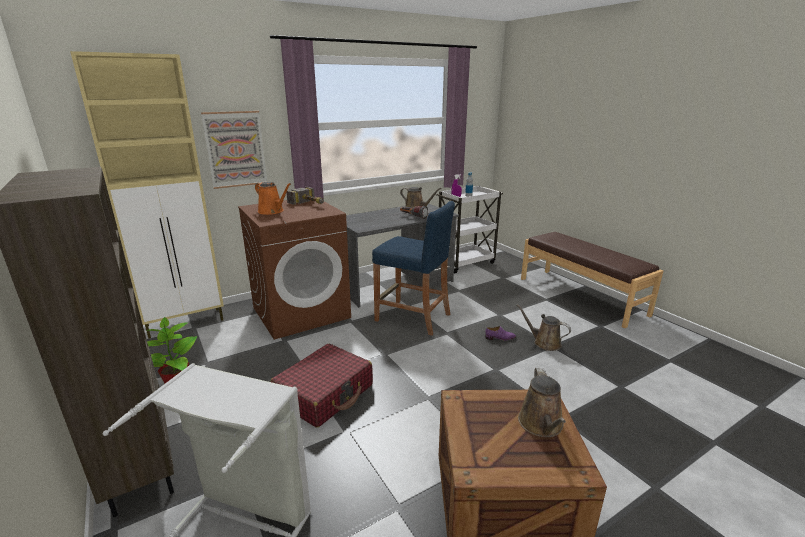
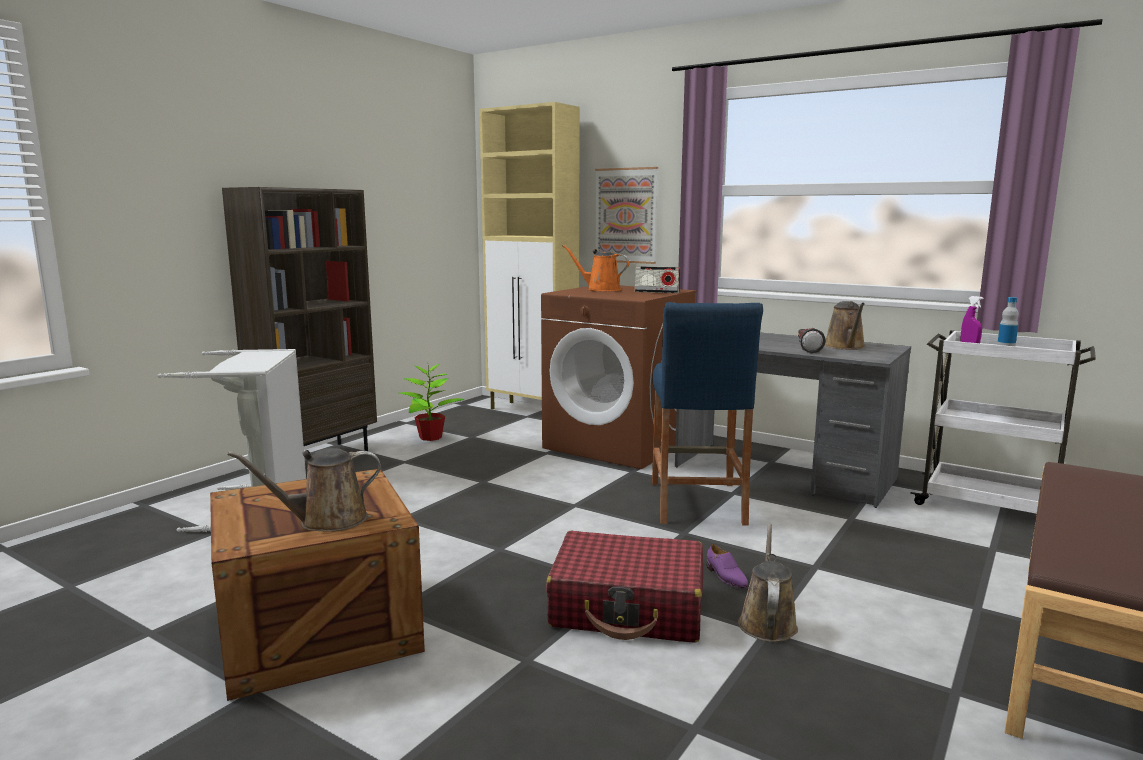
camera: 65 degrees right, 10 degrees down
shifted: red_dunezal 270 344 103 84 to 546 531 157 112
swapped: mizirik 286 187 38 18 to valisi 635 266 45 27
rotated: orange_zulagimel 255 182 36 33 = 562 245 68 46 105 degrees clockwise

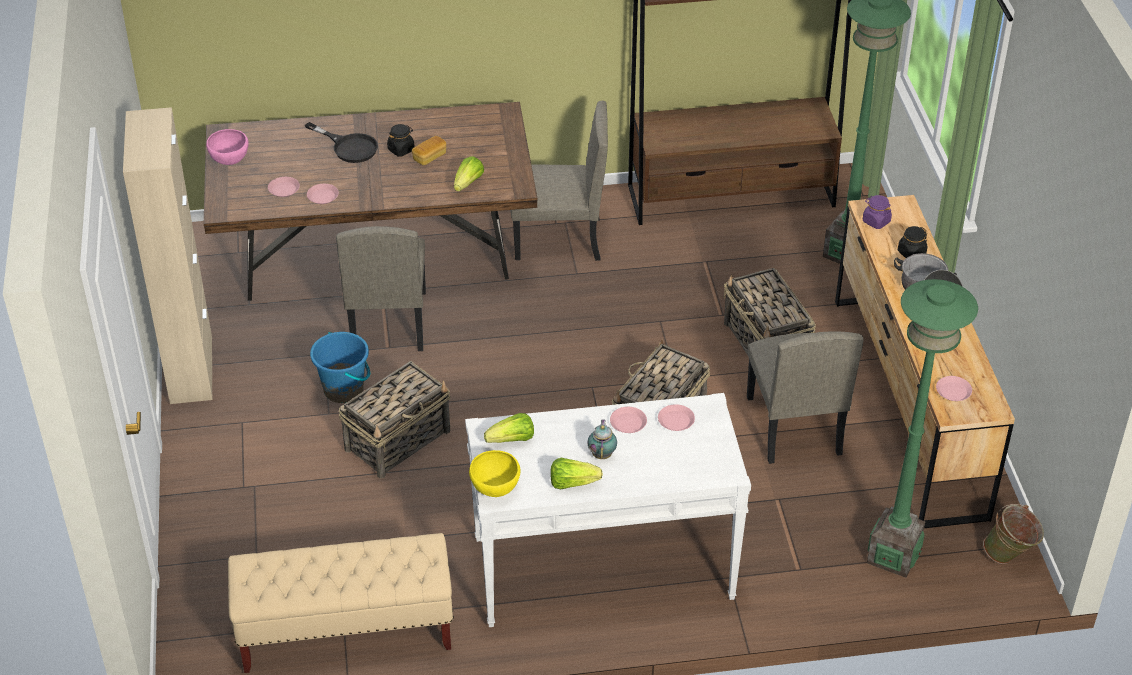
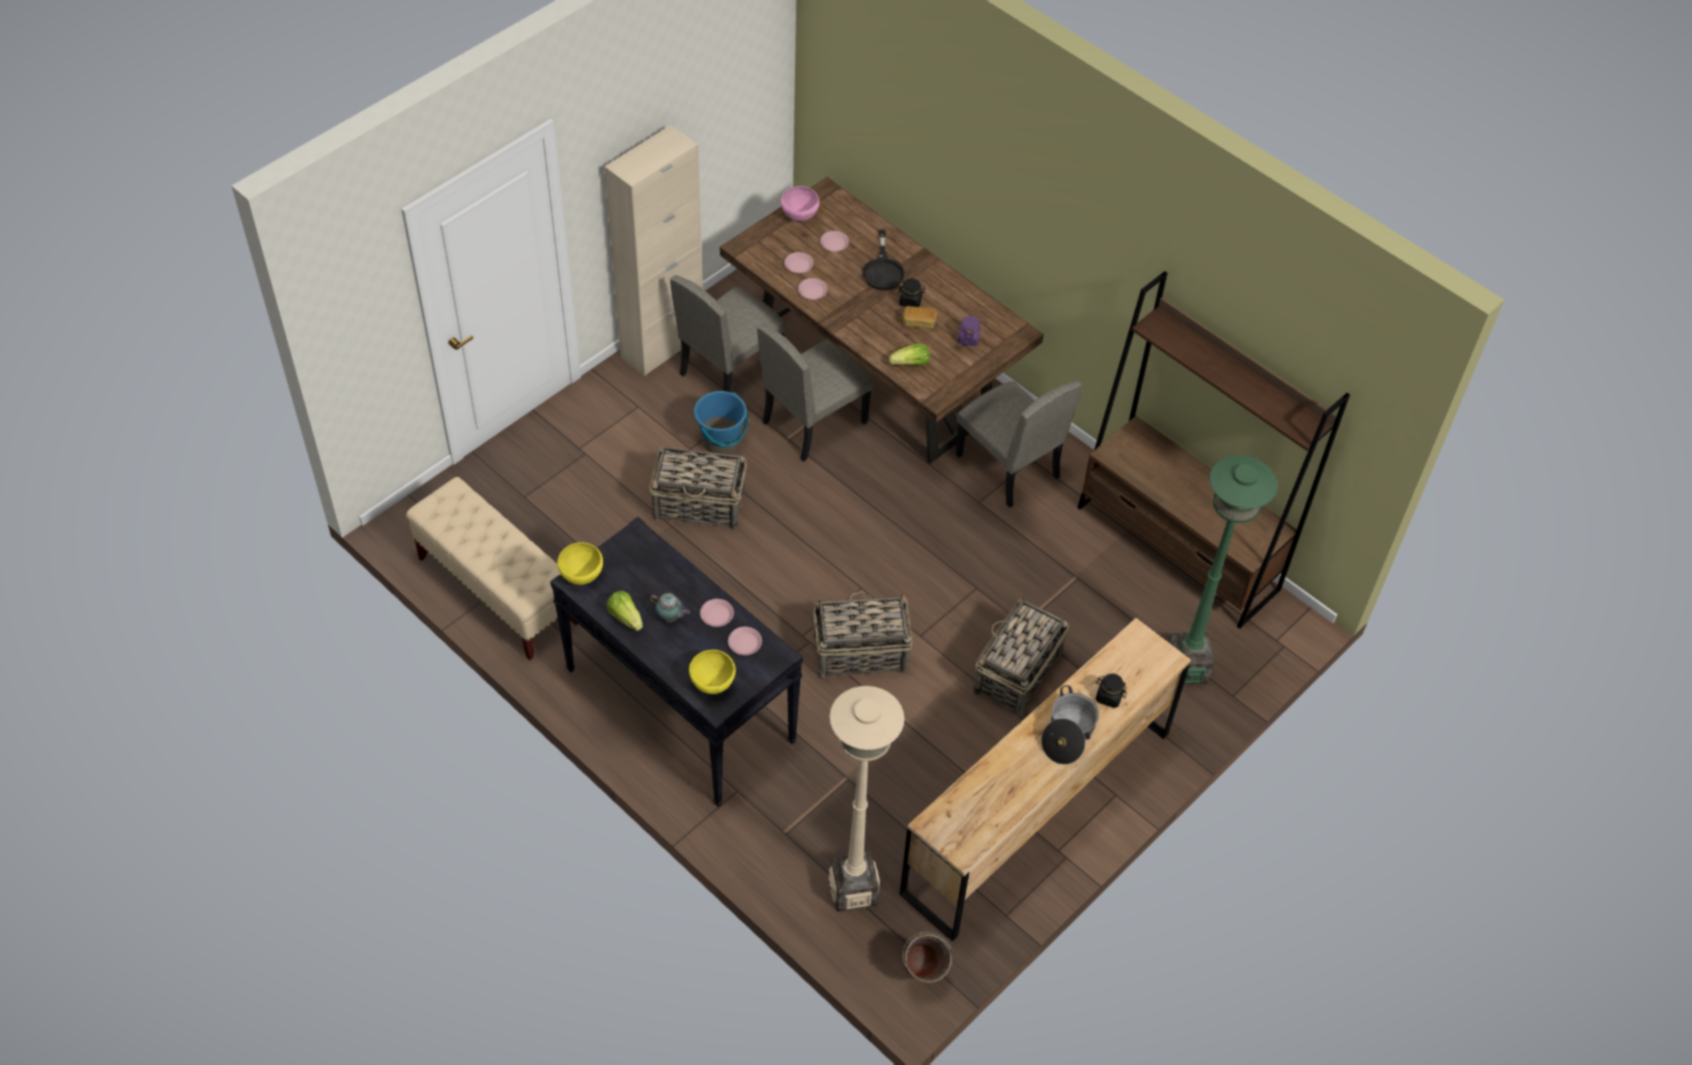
camera: 50 degrees right, 10 degrees up
gone: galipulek 484 413 50 30
new: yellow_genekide 689 650 47 44
shifted: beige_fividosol 747 331 117 133 to 670 275 116 117; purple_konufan 863 195 29 34 to 958 315 23 31; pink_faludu 936 376 36 25 to 820 231 29 21
repainted: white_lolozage 465 393 286 234 to black_lolozage 550 517 253 290; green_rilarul 867 279 111 299 to beige_rilarul 829 686 76 226
rotated: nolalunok 587 419 30 40 = 650 593 40 29 60 degrees clockwise

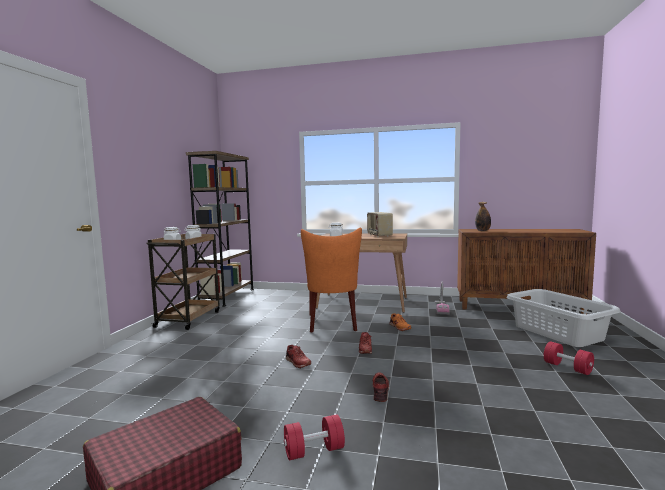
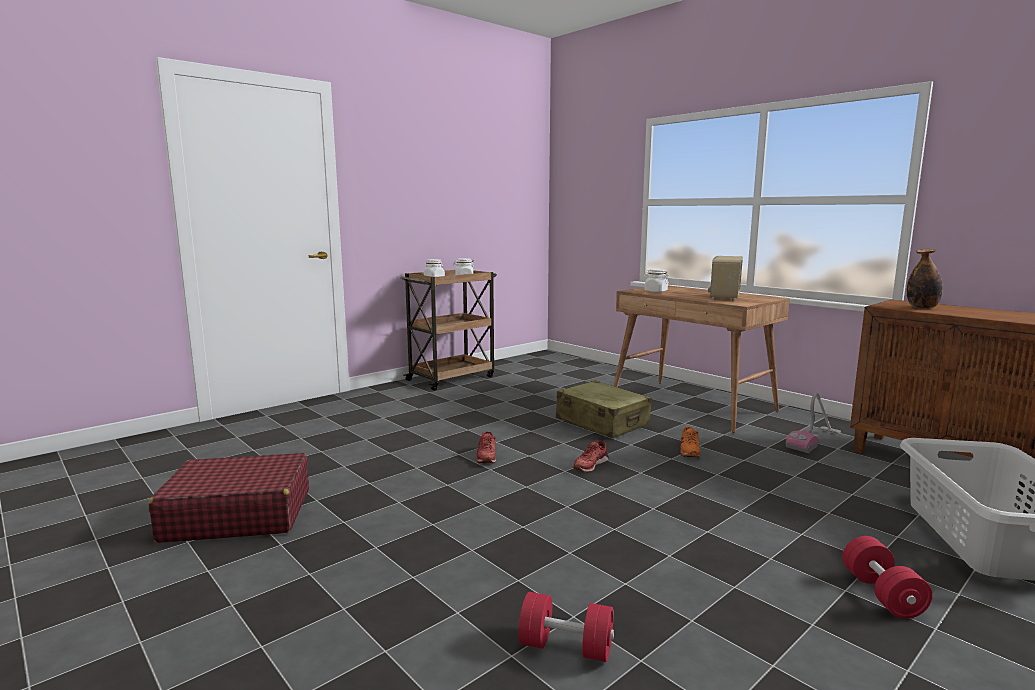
camera: 35 degrees right, 5 degrees up
gone: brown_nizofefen 186 151 68 156; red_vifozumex 372 372 17 30
shifted: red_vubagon 284 414 61 46 to 518 592 96 70
swapped: orange_fividosol 301 228 61 104 to beige_dunezal 556 380 96 58

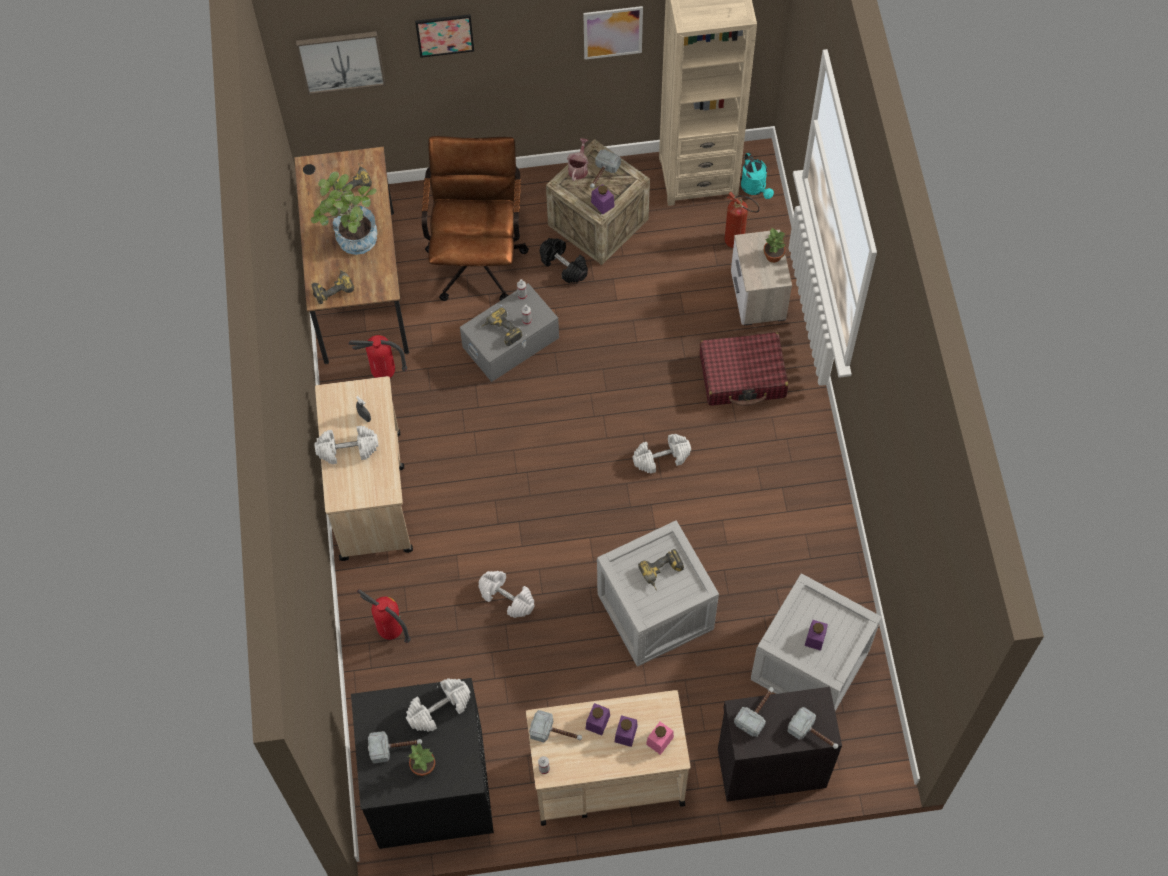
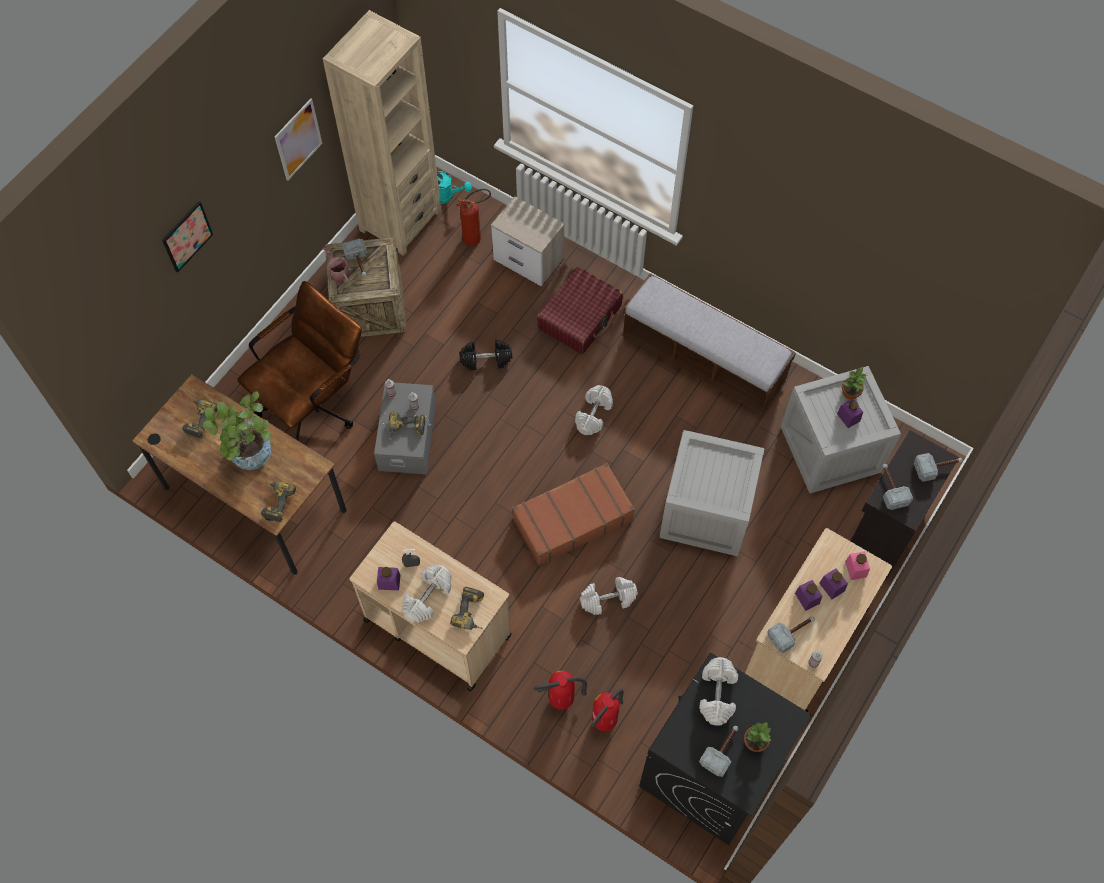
camera: 50 degrees left, 0 degrees up
gone: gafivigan 296 31 90 64
new: brown_dunezal 512 463 123 103; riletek 622 273 174 142
shifted: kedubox 348 335 59 43 to 590 689 34 42; black_vubagon 539 238 49 45 to 459 340 53 31; purple_konufan 591 184 24 30 to 377 567 24 23; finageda 638 549 46 42 to 450 587 34 43; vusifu 763 227 23 36 to 842 368 25 32
rotated: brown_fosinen 422 136 107 165 = 237 281 125 159 90 degrees clockwise

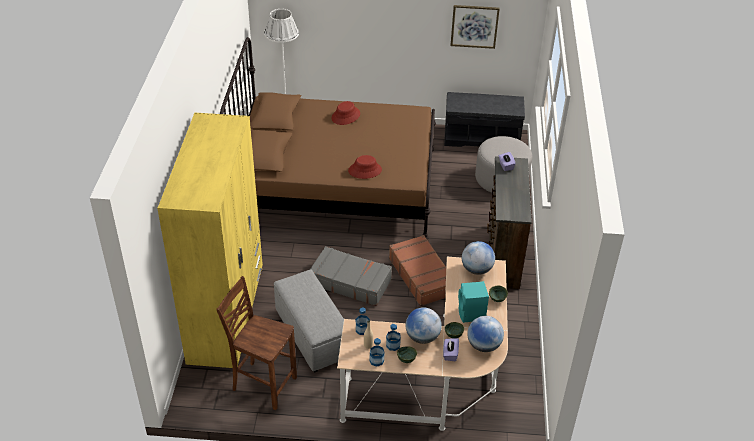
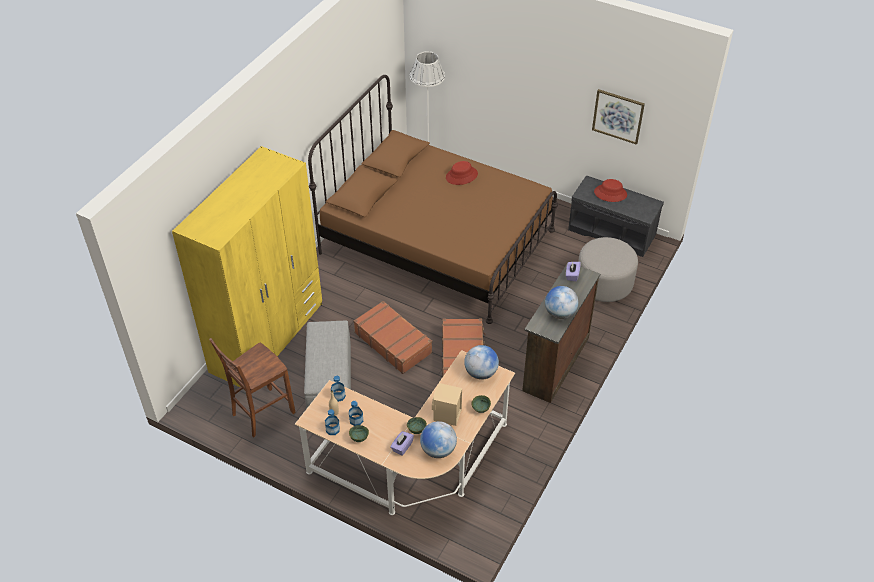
camera: 25 degrees right, 5 degrees up
shifted: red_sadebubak 348 155 34 24 to 594 179 33 23; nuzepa 406 307 36 37 to 545 286 34 33
repainted: grey_dunezal 309 246 83 60 to brown_dunezal 353 301 79 73; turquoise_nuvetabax 458 281 31 42 to beige_nuvetabax 432 383 30 43
rotated: brown_fividosol 216 276 81 134 = 209 338 87 99 90 degrees counterclockwise

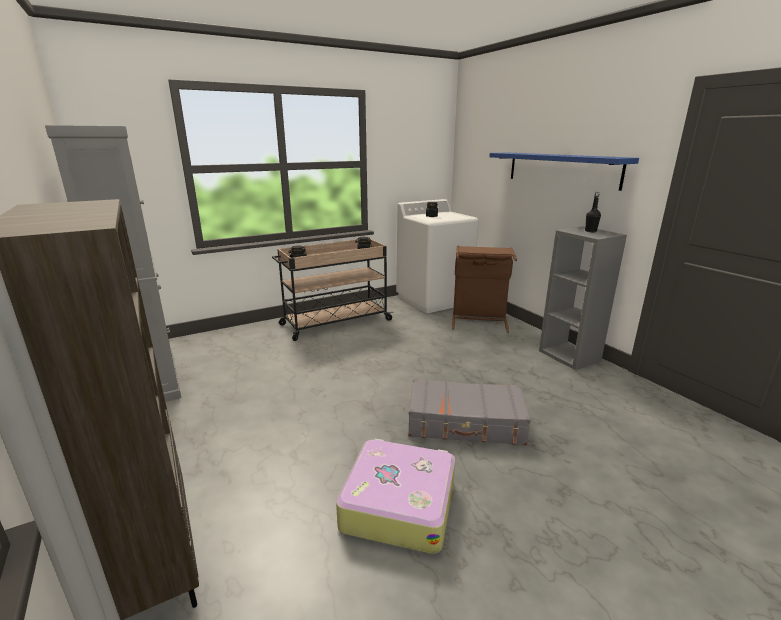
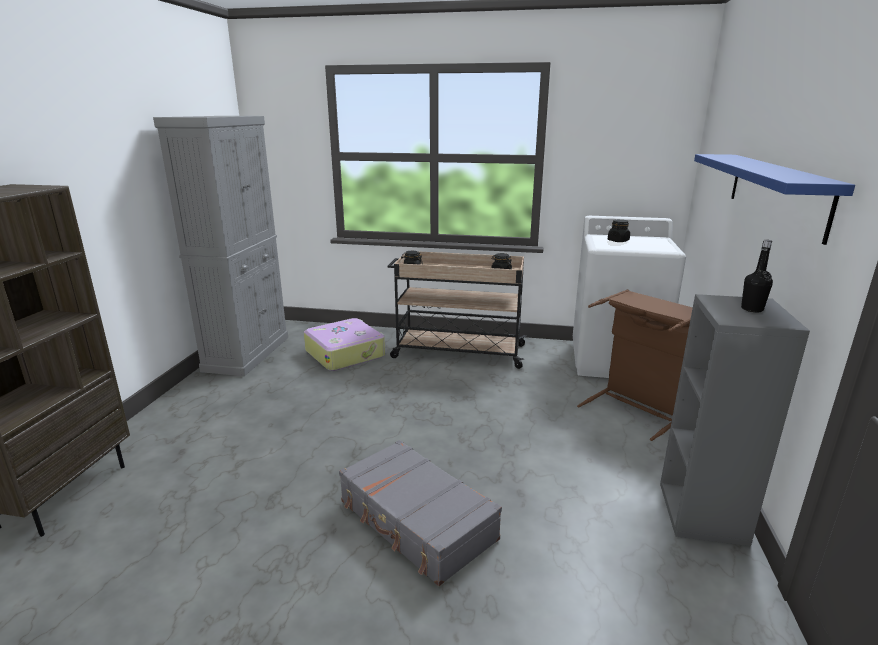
camera: 40 degrees right, 0 degrees up
shifted: dunezal 336 439 119 115 to 304 318 81 53

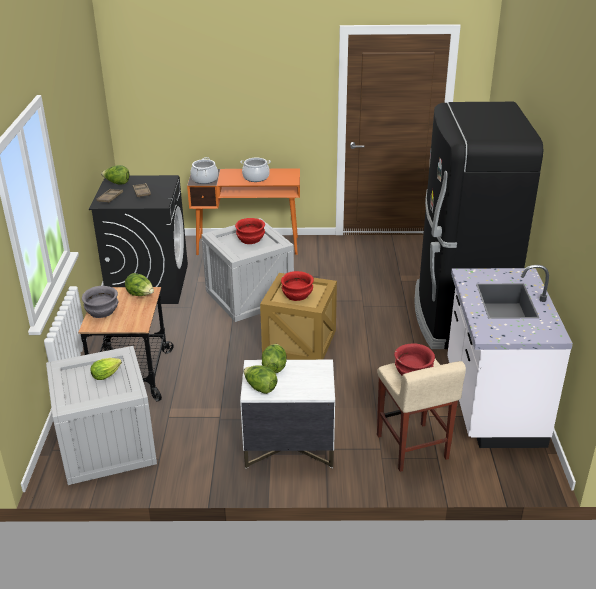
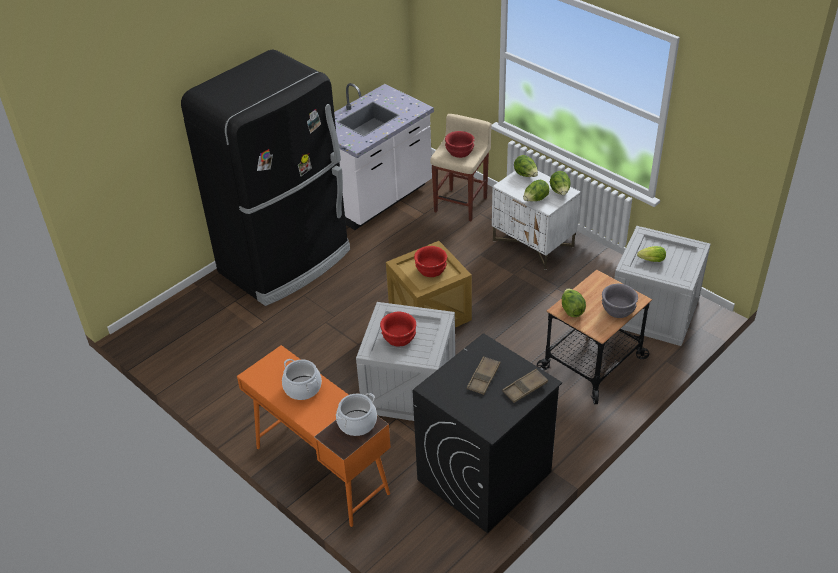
camera: 135 degrees left, 10 degrees up
shifted: galipulek 101 165 28 19 to 514 155 24 22

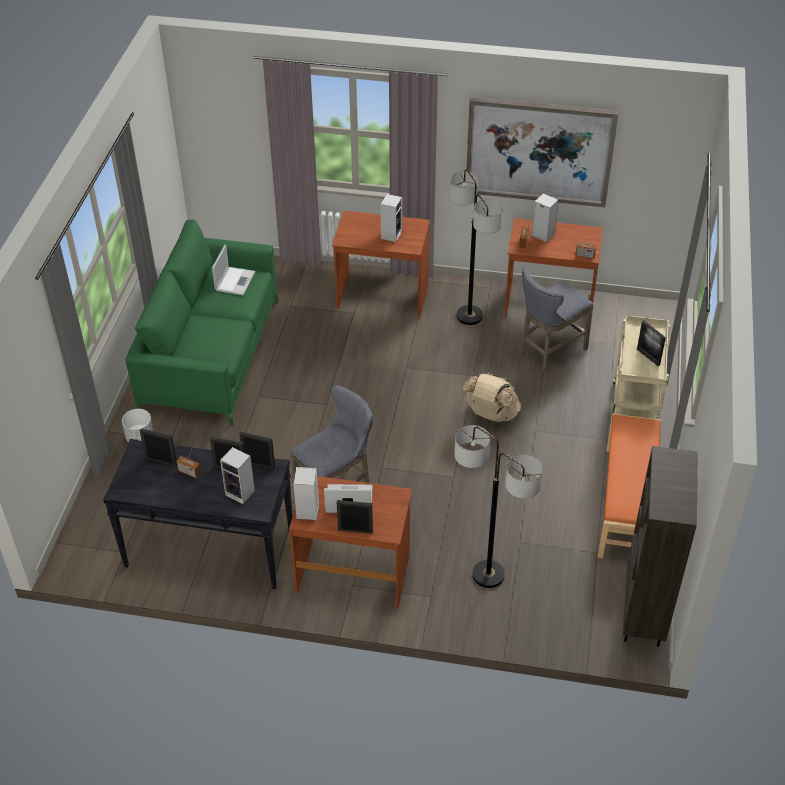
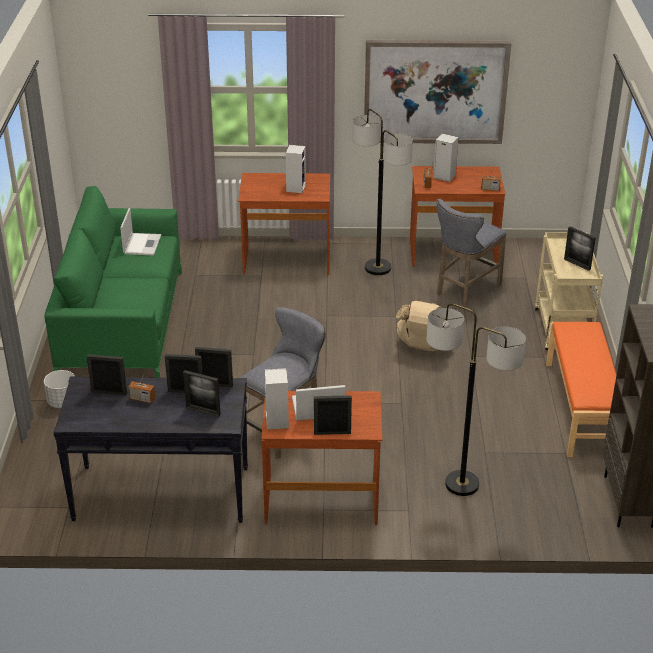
camera: 10 degrees left, 10 degrees down
swapped: nuvetabax 220 447 35 57 to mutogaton 183 370 38 47

